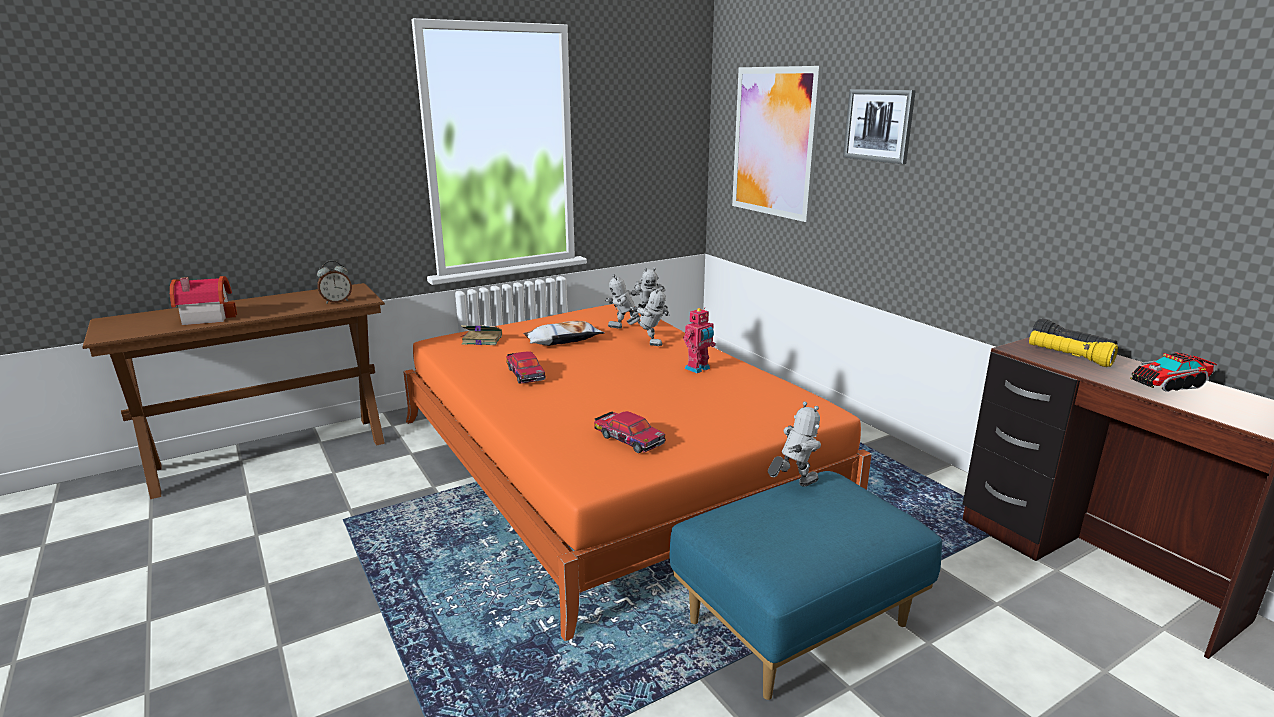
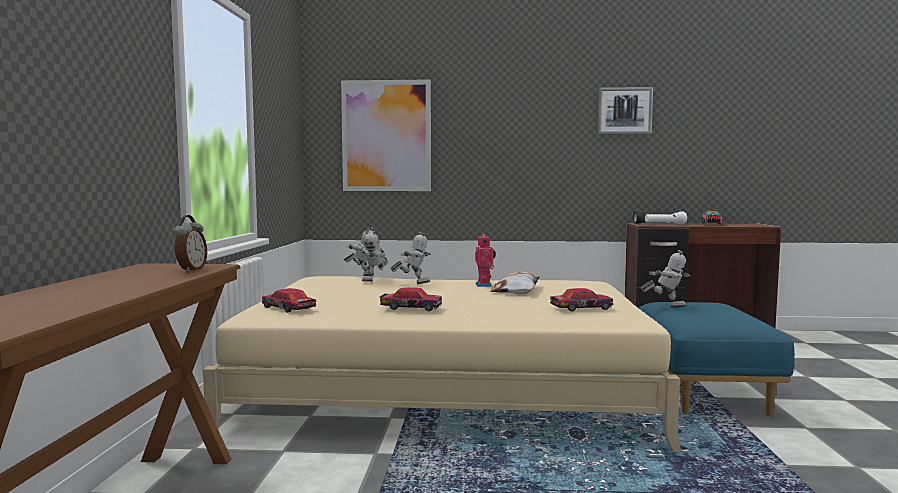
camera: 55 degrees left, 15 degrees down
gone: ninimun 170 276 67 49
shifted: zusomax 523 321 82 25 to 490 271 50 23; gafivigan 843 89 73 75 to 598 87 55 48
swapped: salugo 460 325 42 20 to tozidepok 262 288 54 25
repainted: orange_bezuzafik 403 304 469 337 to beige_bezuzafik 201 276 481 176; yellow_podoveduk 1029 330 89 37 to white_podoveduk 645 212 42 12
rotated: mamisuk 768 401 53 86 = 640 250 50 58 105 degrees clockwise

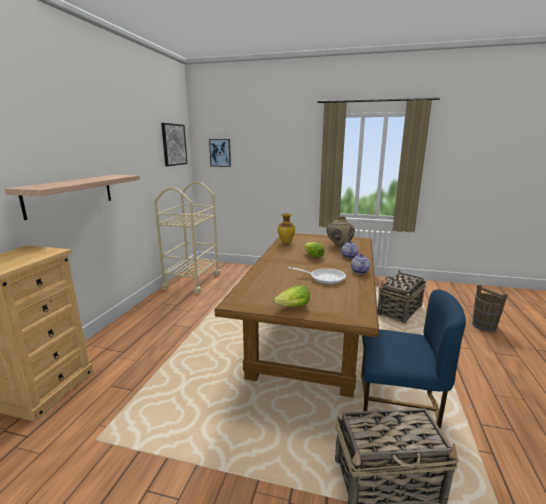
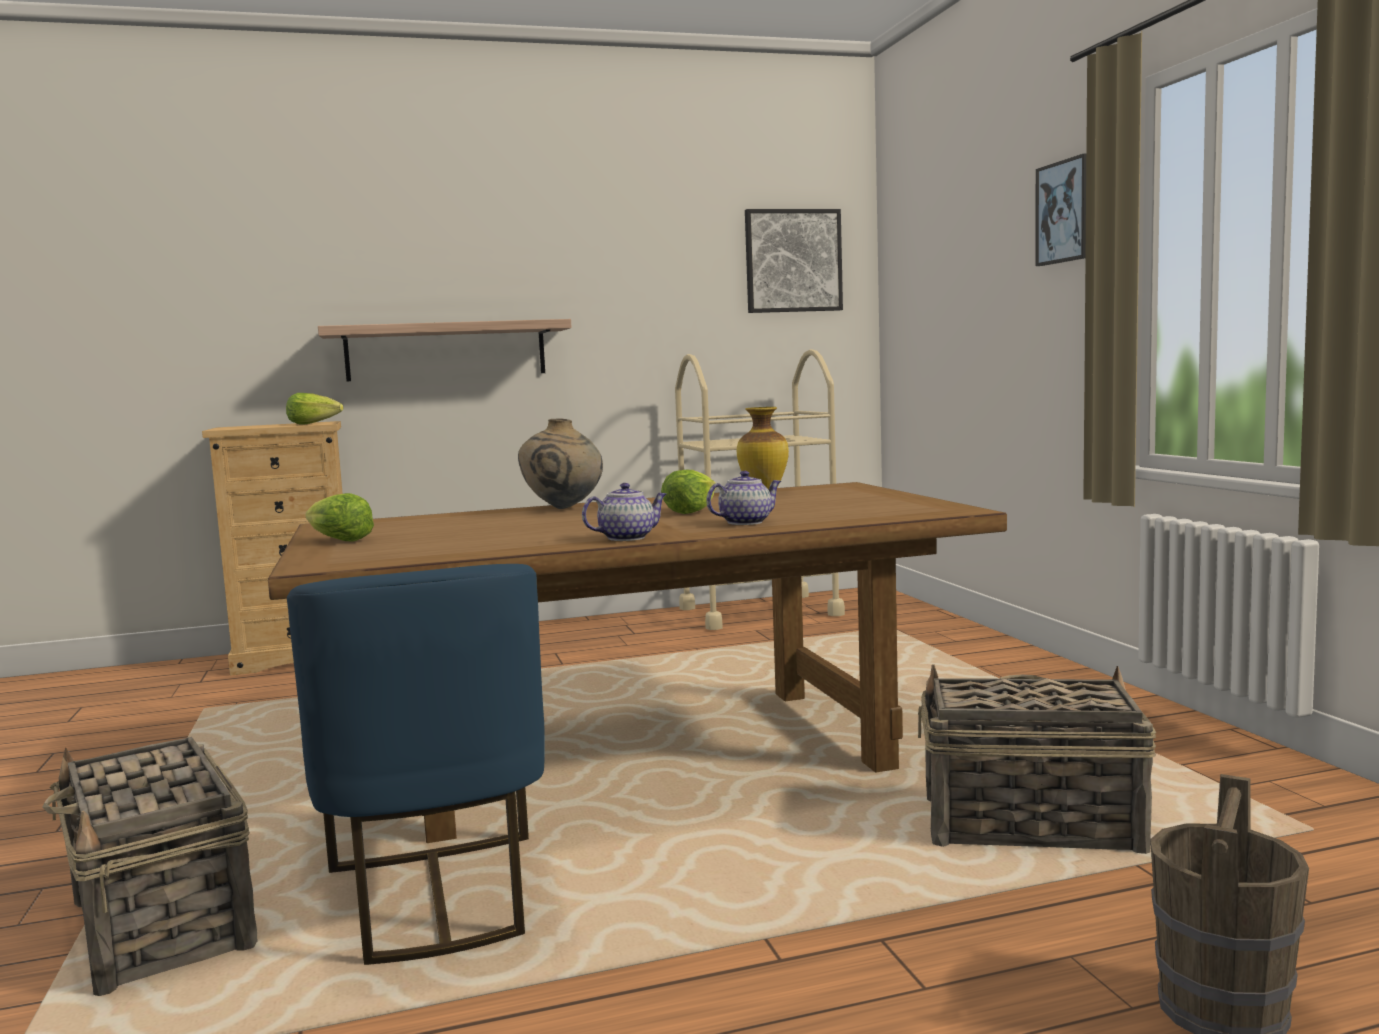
camera: 60 degrees right, 10 degrees down
gone: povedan 289 267 57 17
new: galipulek 286 393 58 32
shifted: gafivigan 209 139 22 28 to 1035 153 51 113; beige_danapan 326 216 29 30 to 518 418 85 91

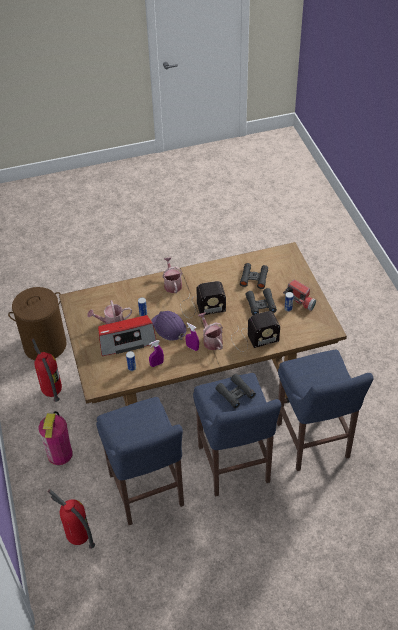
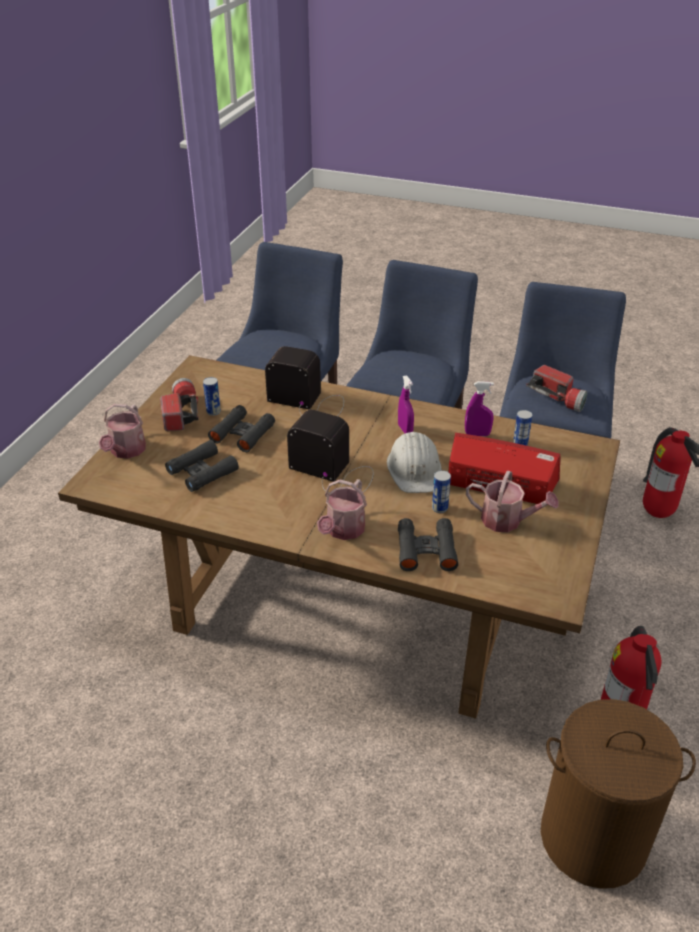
camera: 145 degrees left, 10 degrees down
gone: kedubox 38 411 35 54
new: podoveduk 526 365 61 47
shifted: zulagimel 198 312 25 38 to 99 404 47 55; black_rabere 216 374 40 35 to 398 518 60 53
repainted: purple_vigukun 151 311 36 30 to white_vigukun 387 432 55 61

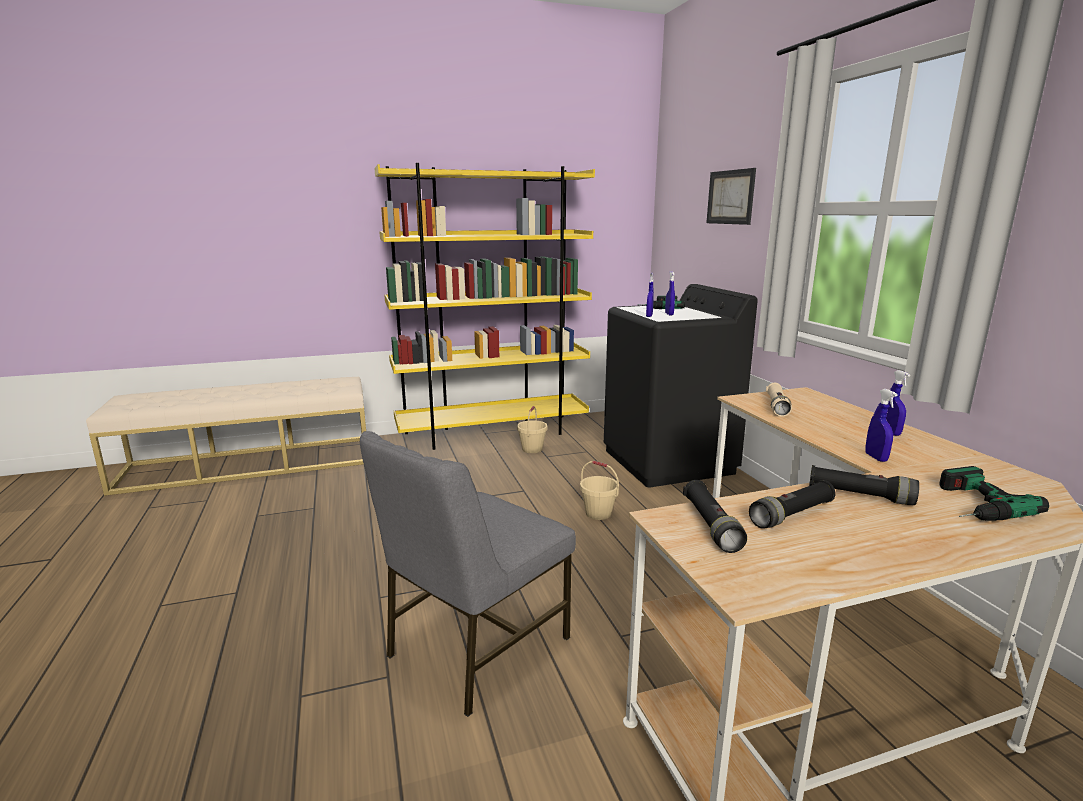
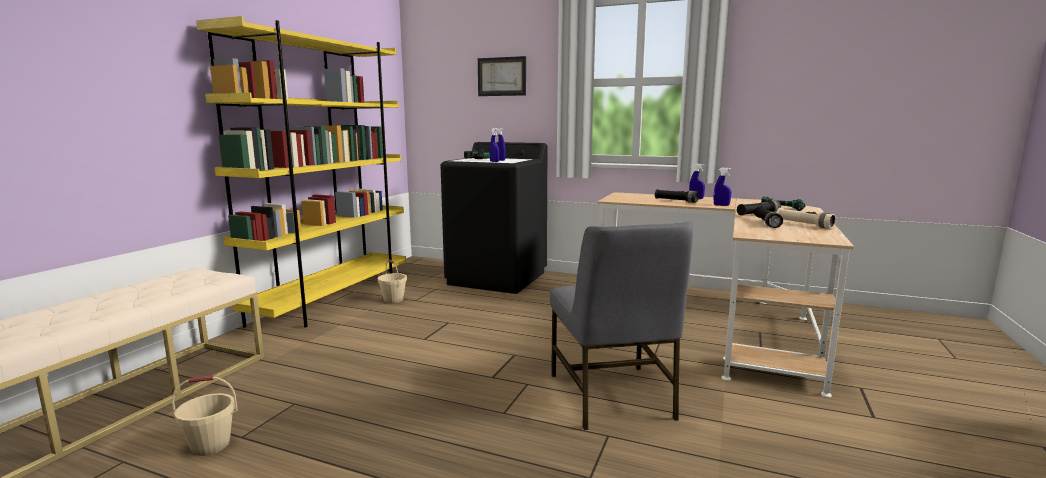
camera: 50 degrees left, 5 degrees down
shifted: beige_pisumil 580 461 39 59 to 172 376 66 80; black_podoveduk 683 480 64 73 to 655 189 44 14; beige_podoveduk 766 383 26 34 to 777 208 59 20

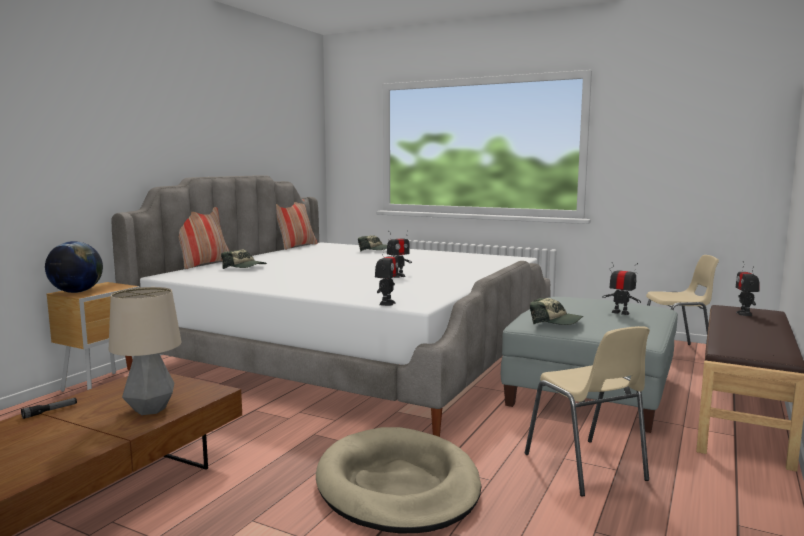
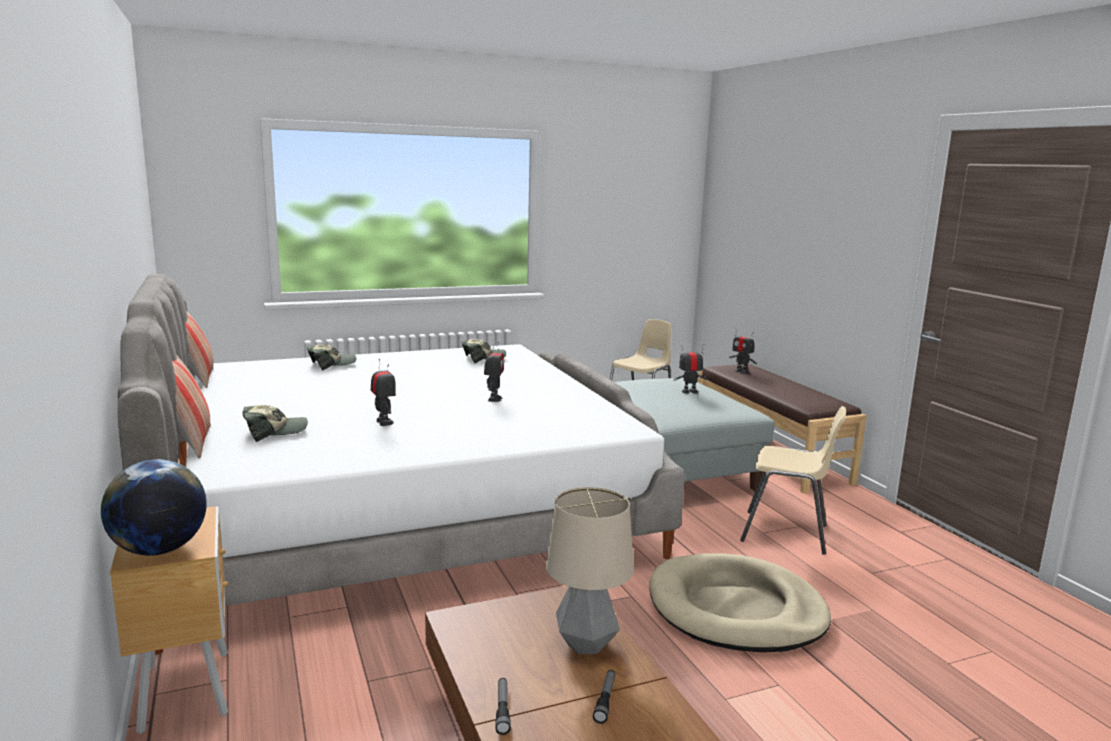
camera: 50 degrees left, 5 degrees up
new: podoveduk 593 670 22 54
shifted: mamisuk 375 246 23 60 to 371 359 25 67; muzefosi 530 298 53 27 to 462 339 44 24

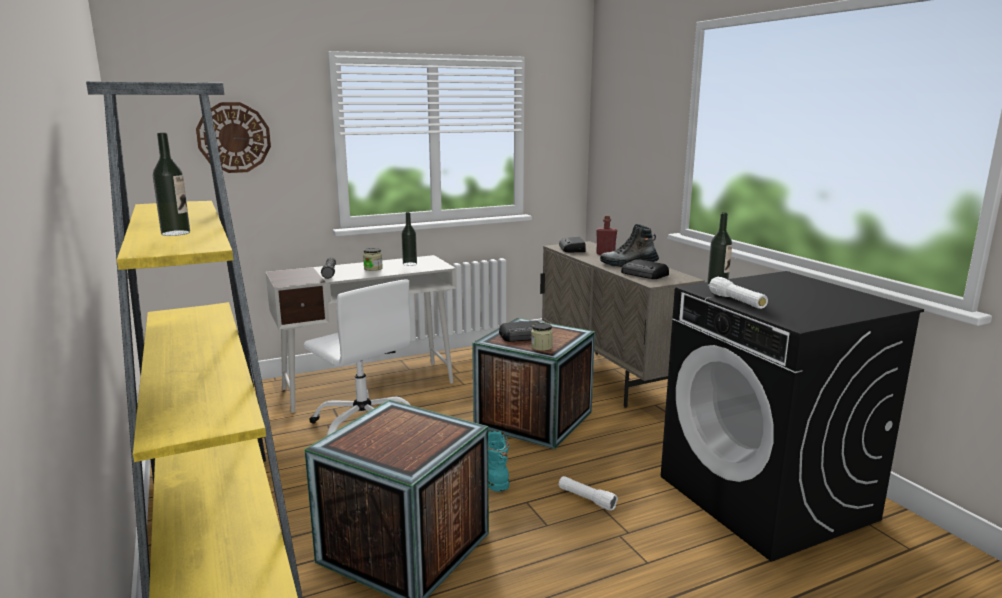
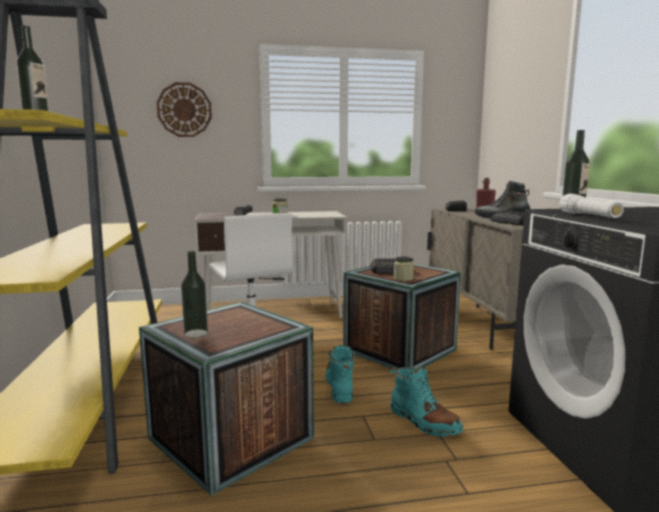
camera: 15 degrees right, 5 degrees down
shifted: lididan 401 212 16 54 to 181 251 27 87
swapped: white_podoveduk 559 476 59 35 to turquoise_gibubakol 390 366 73 71

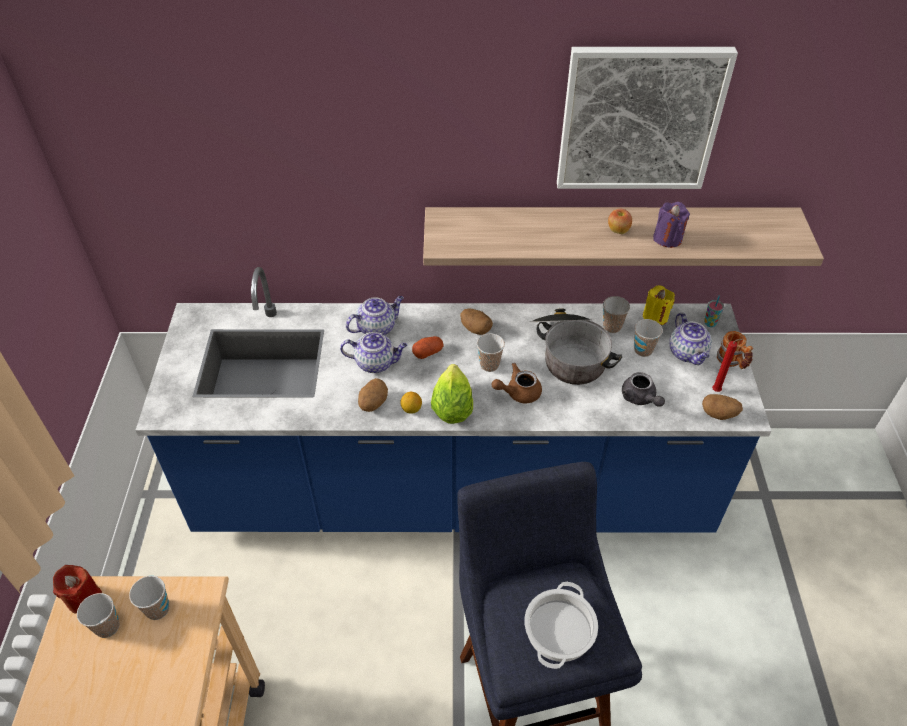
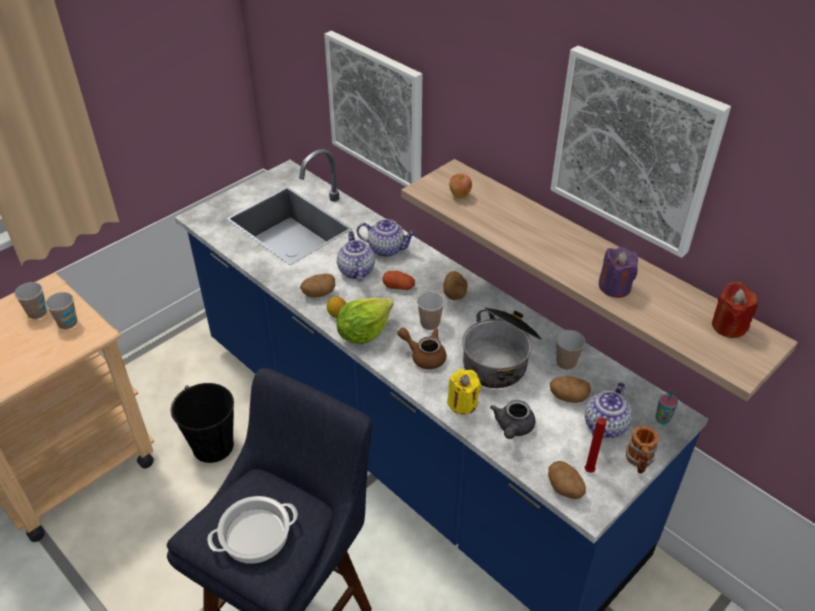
camera: 45 degrees right, 5 degrees down
new: black_pisumil 171 383 63 80; gafivigan 324 31 98 156
shifted: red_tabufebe 53 565 49 49 to 712 282 46 56; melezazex 608 209 24 25 to 449 173 23 26; yellow_tabufebe 643 285 32 40 to 447 369 34 45
swapped: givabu 634 319 29 38 to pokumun 550 376 41 27
rotated: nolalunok 340 332 67 41 = 337 231 38 51 150 degrees counterclockwise

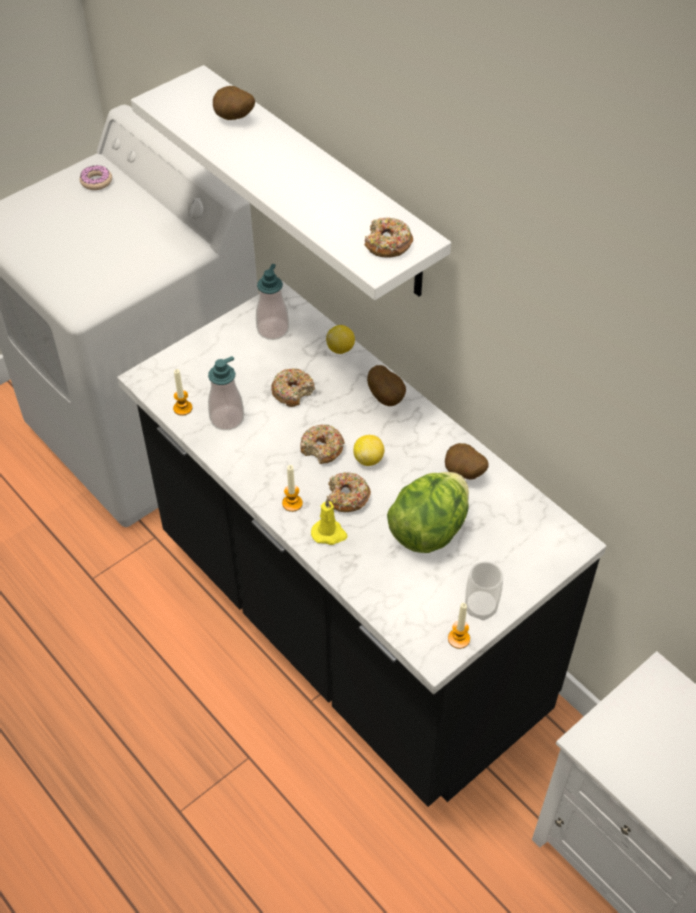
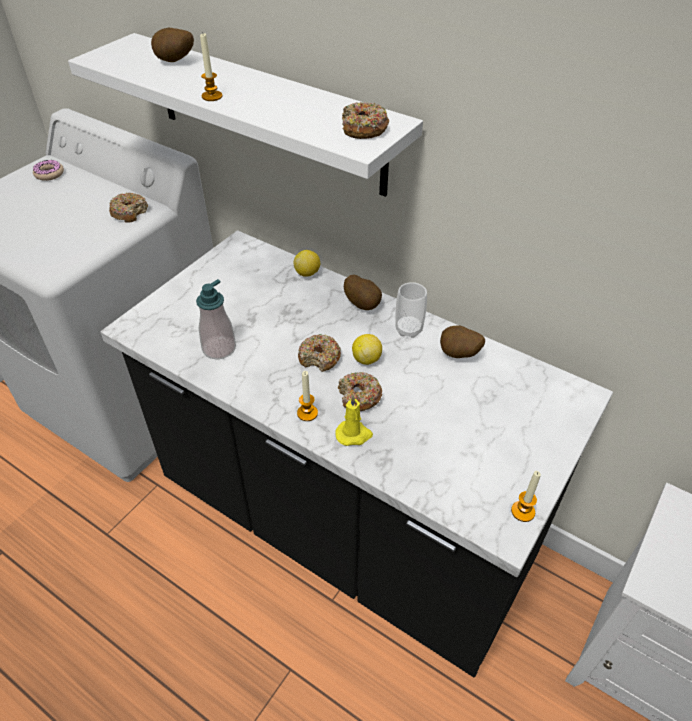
camera: 15 degrees left, 5 degrees down
gone: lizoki 256 264 33 76; galipulek 387 472 82 81
shifted: tabufebe 173 369 19 47 to 200 33 22 68; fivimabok 271 368 44 39 to 109 193 39 30; givabu 465 561 38 59 to 395 282 32 56

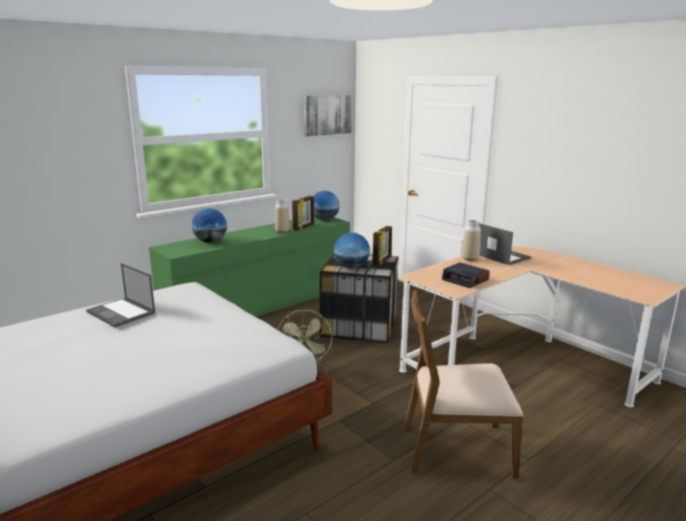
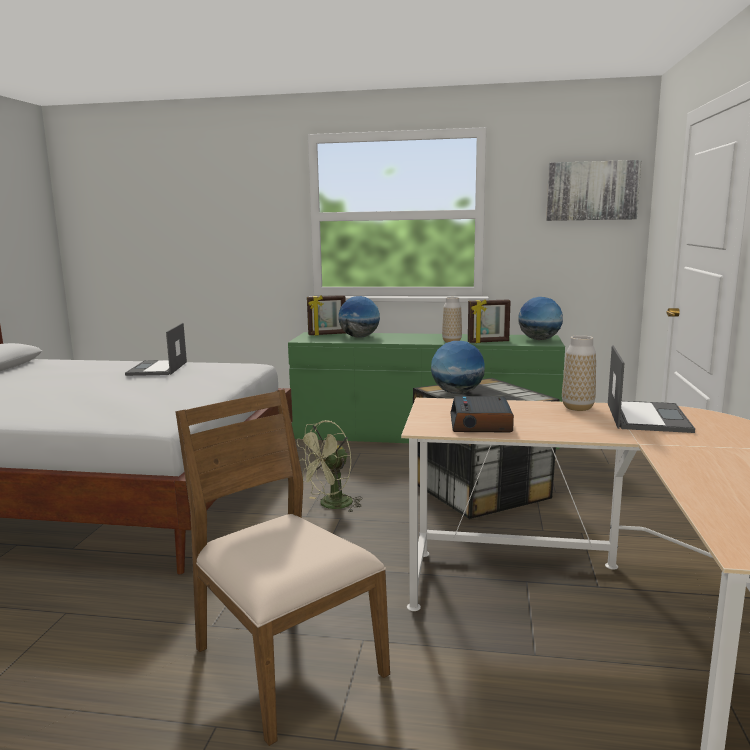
camera: 50 degrees right, 5 degrees down
shifted: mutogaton 373 226 19 40 to 307 295 39 41

